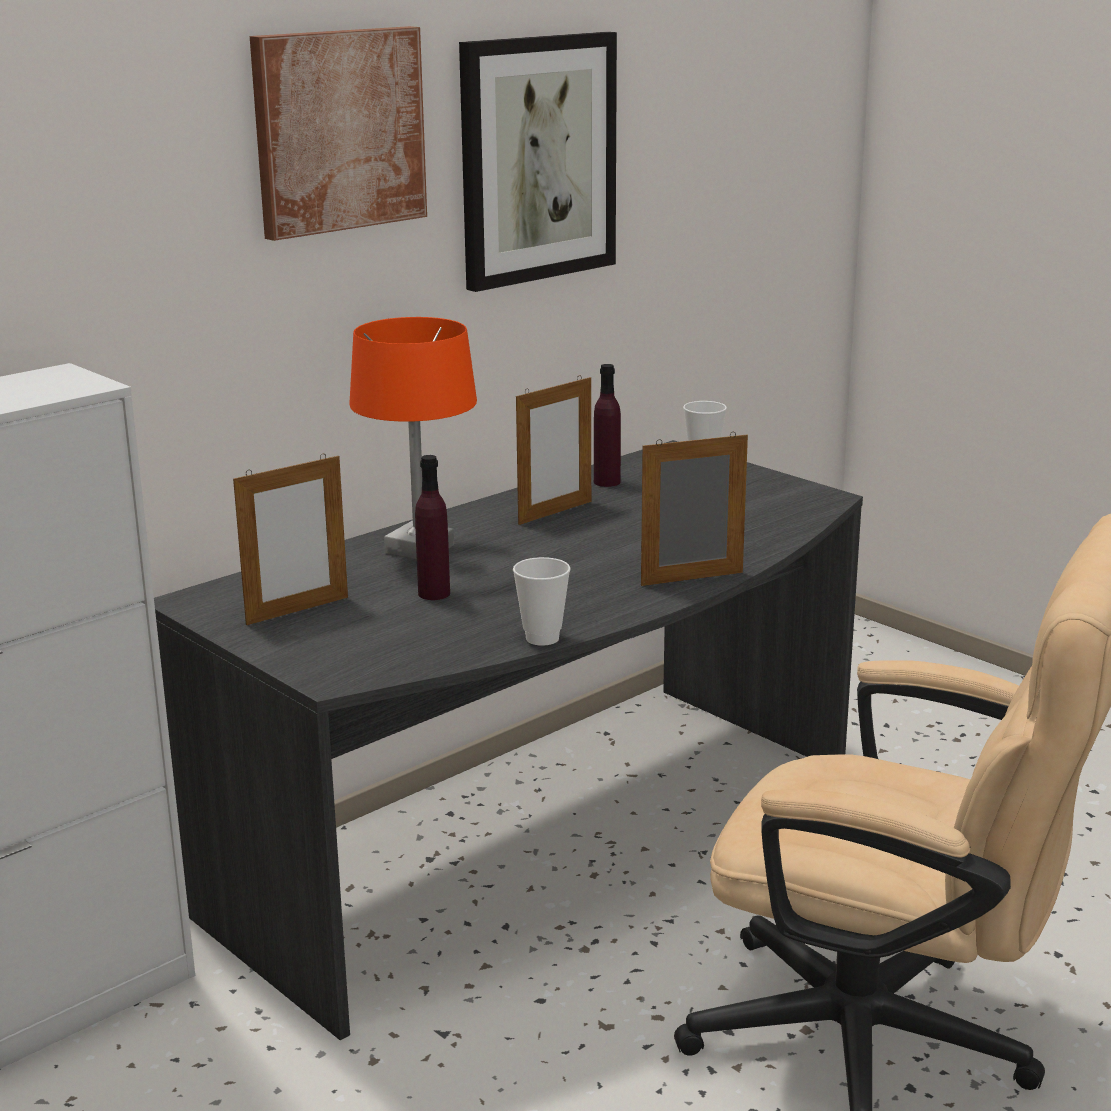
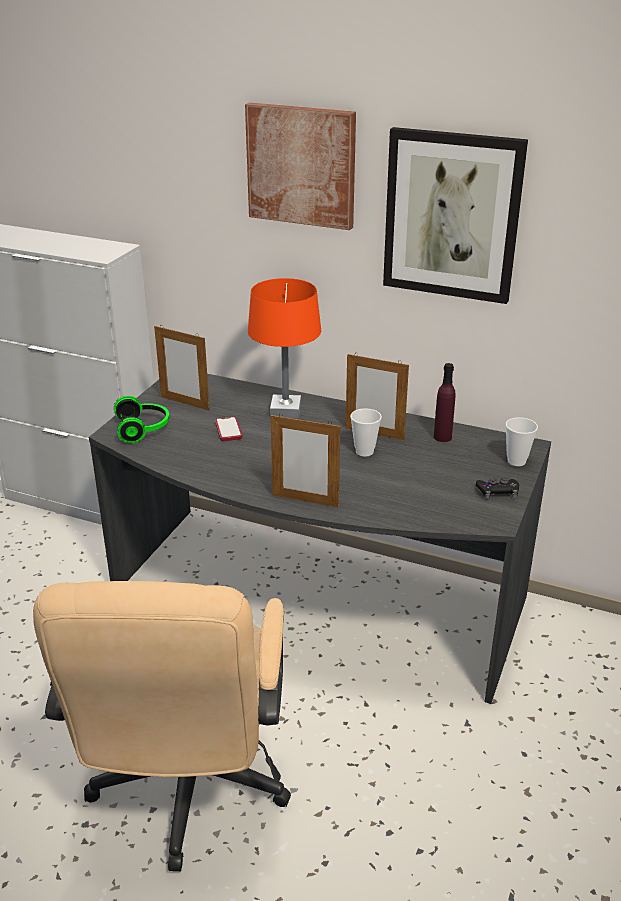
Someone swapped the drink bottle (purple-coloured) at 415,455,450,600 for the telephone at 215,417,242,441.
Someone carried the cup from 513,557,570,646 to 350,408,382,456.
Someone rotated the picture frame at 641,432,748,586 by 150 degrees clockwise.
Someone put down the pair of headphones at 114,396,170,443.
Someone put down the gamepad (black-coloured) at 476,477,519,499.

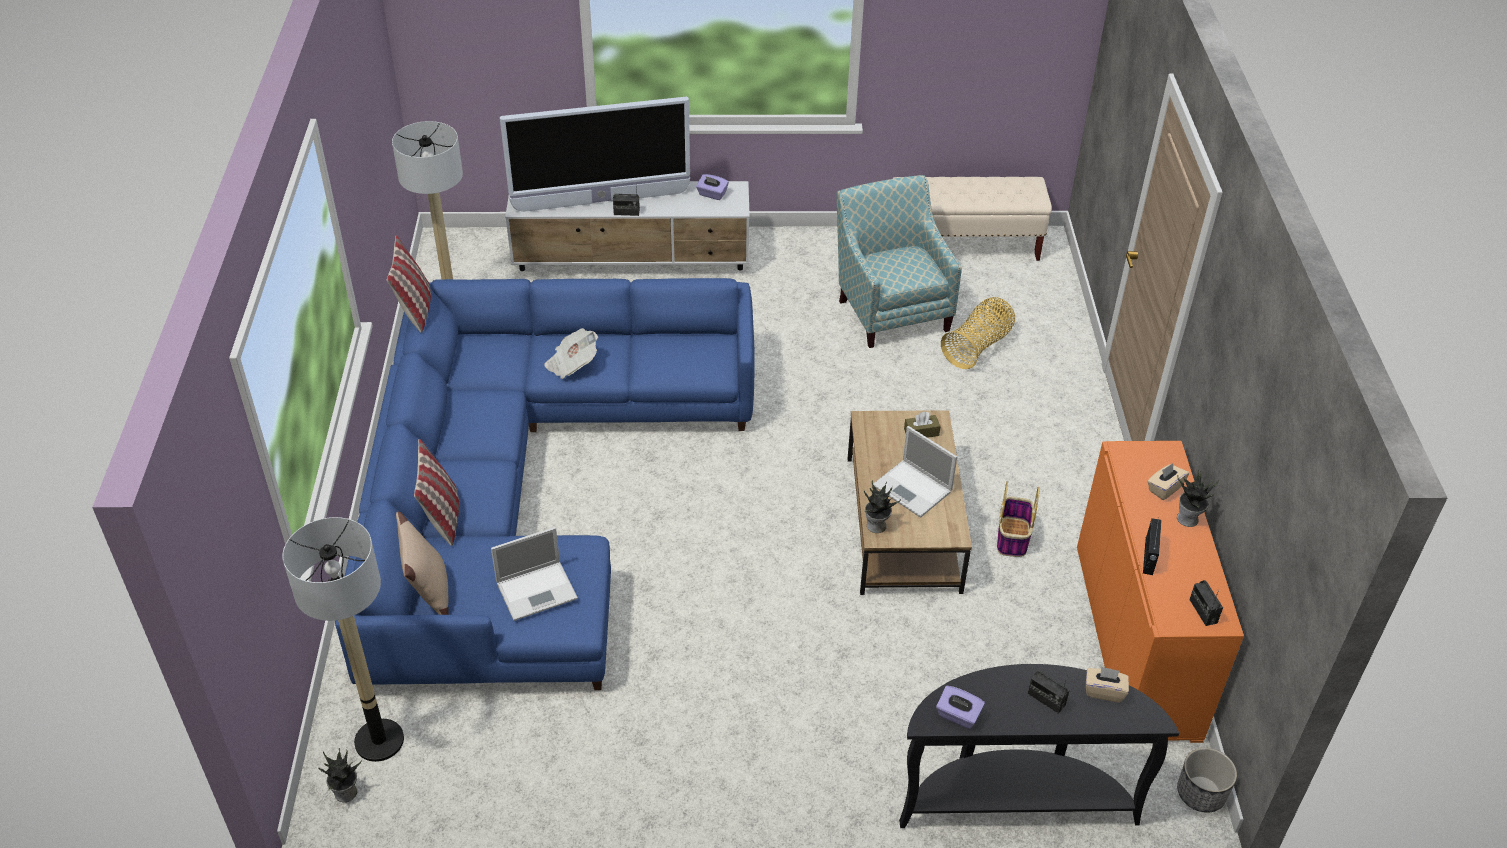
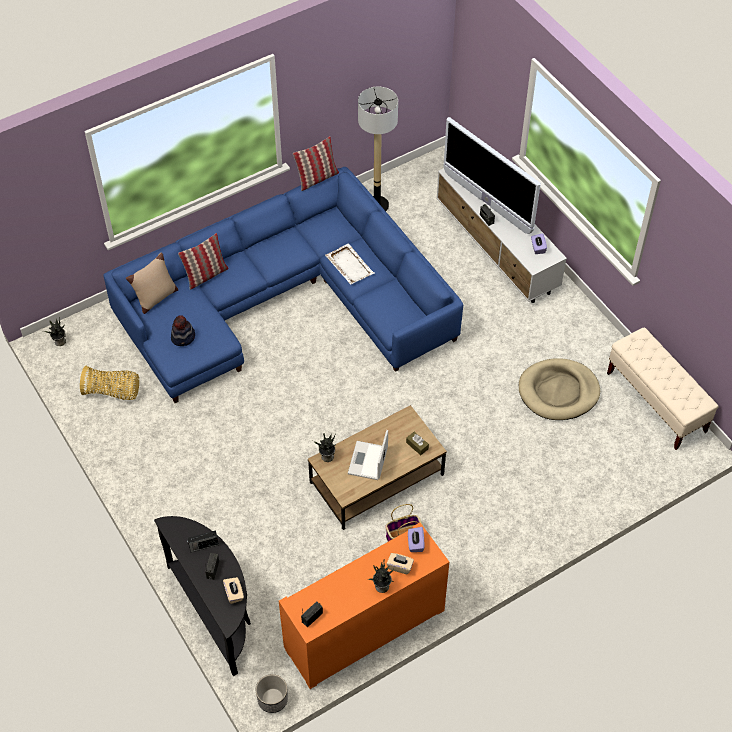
Someone took away the standard lamp at 282,517,404,762.
Someone swapped the notebook computer at 491,527,578,621 for the clothing hat at 171,315,195,346.
Someone swapped the daily paper at 544,328,598,379 for the tray (white) at 325,243,374,285.
Someone swapped the armchair at 836,175,962,348 for the pet bed (beige) at 519,358,600,420.
Someone carried the tissue holder (purple-coloured) from 936,686,985,729 to 408,527,425,552.
Someone carried the household basket from 941,297,1015,369 to 80,366,139,400.
Someone carried the radio from 1143,517,1162,575 to 187,530,219,552.

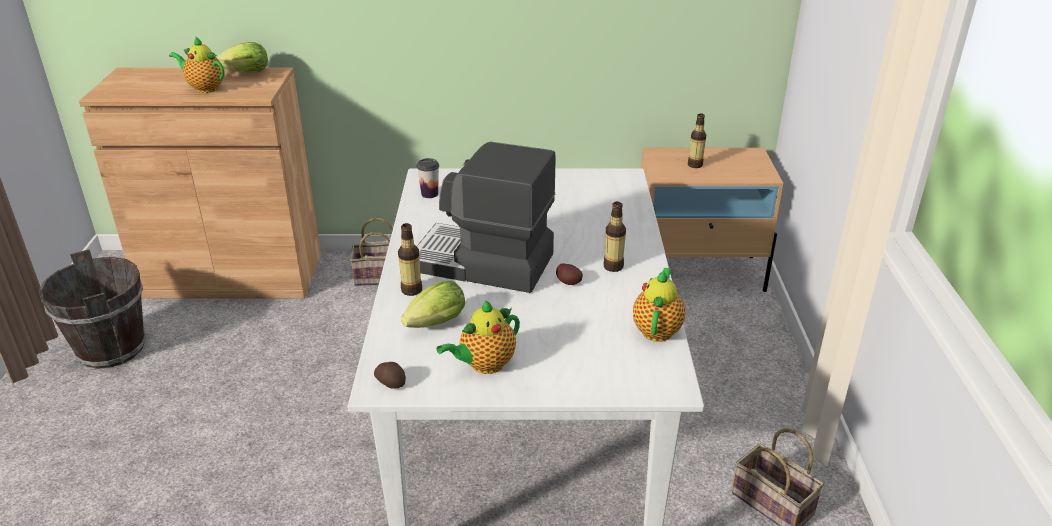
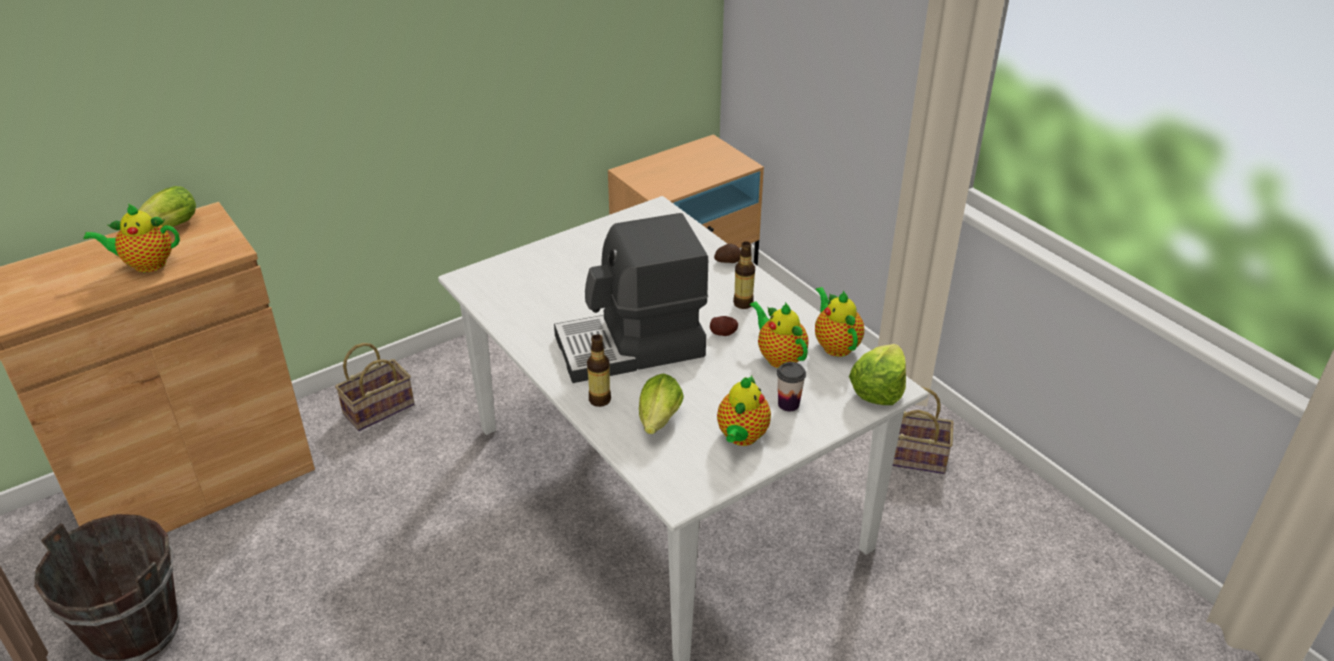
Someone carried the whole potato from 374,362,406,389 to 714,244,741,263.
Someone carried the cup from 417,158,439,198 to 777,362,806,411.
Someone took away the drink bottle at 688,113,706,168.
Someone put down the tea pot at 750,301,809,368.
Someone put down the head of lettuce at 849,344,906,405.

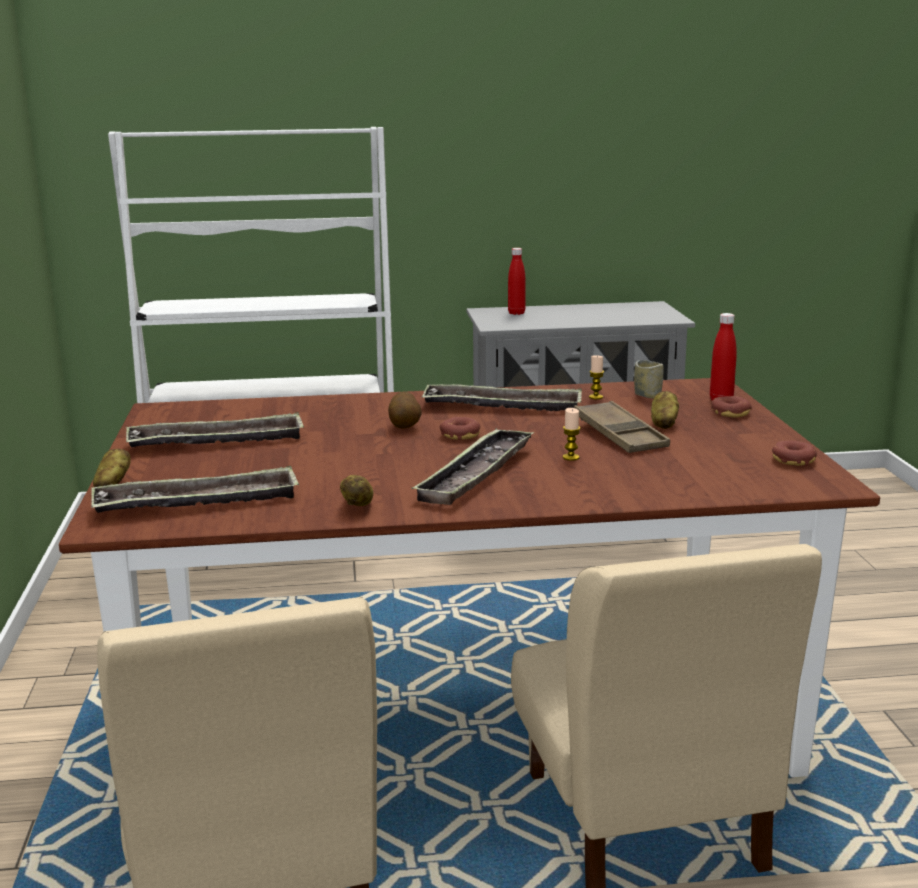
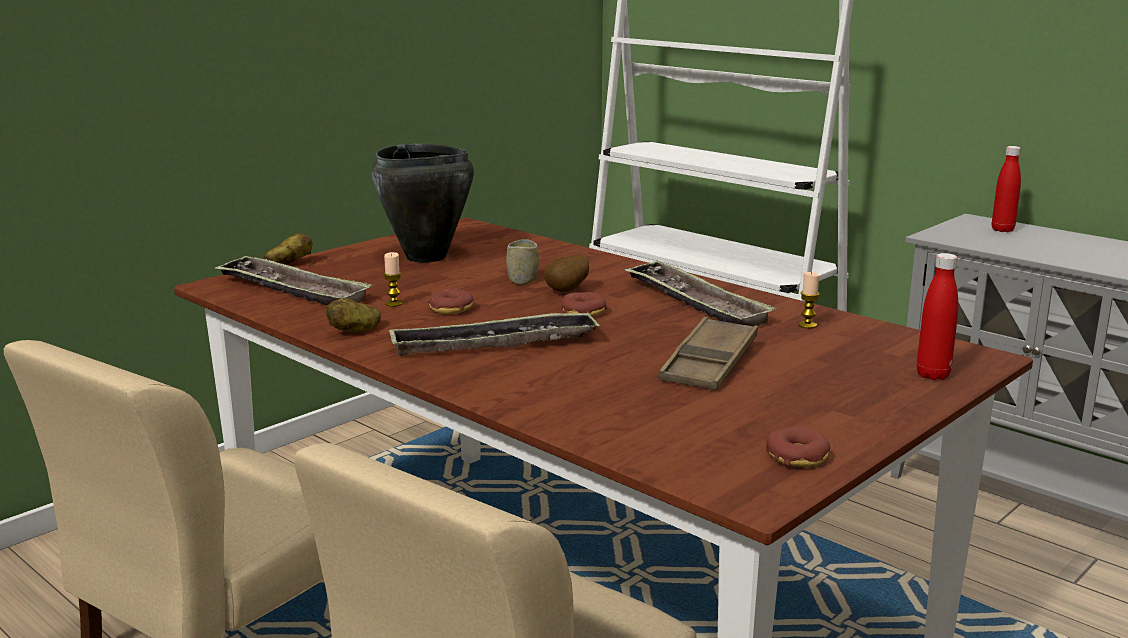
Someone swapped the tray at 126,412,304,447 for the stockpot (black-coloured) at 371,144,474,263.
Someone carried the wax candle from 563,408,580,461 to 383,252,403,307.
Someone carried the cup from 634,360,663,399 to 506,239,539,285.
Someone took away the whole potato at 651,391,679,429.
Someone carried the ring doughnut from 711,396,752,418 to 428,288,473,314.

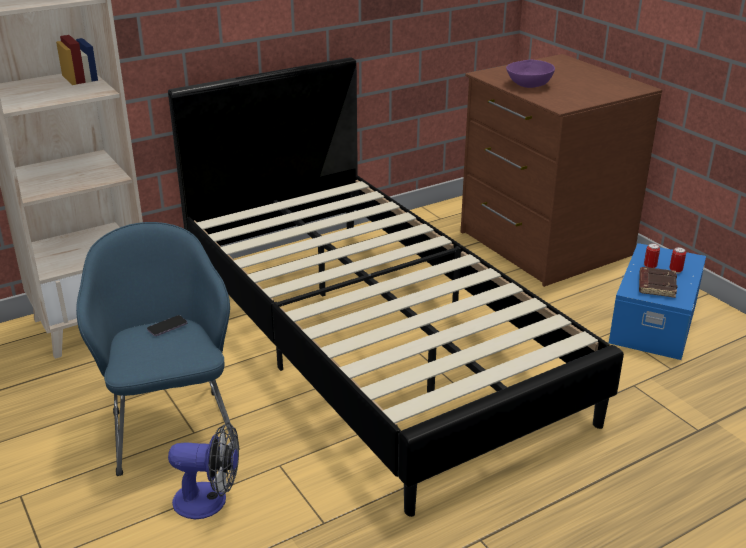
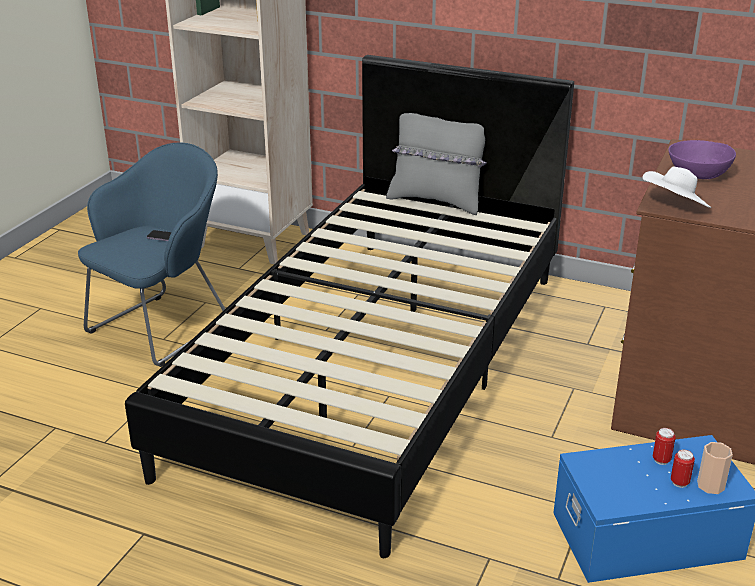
Someone took away the fan at 168,422,239,519.
Someone took away the bound book (brown) at 639,267,678,298.
Someone put down the cushion (grey) at 386,113,487,215.
Someone put down the clothing hat (white) at 643,167,711,208.
Someone put down the cup at 697,442,733,494.

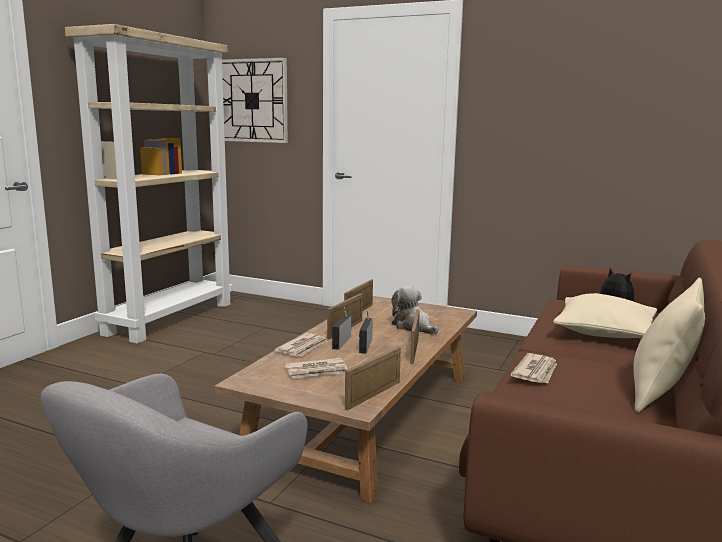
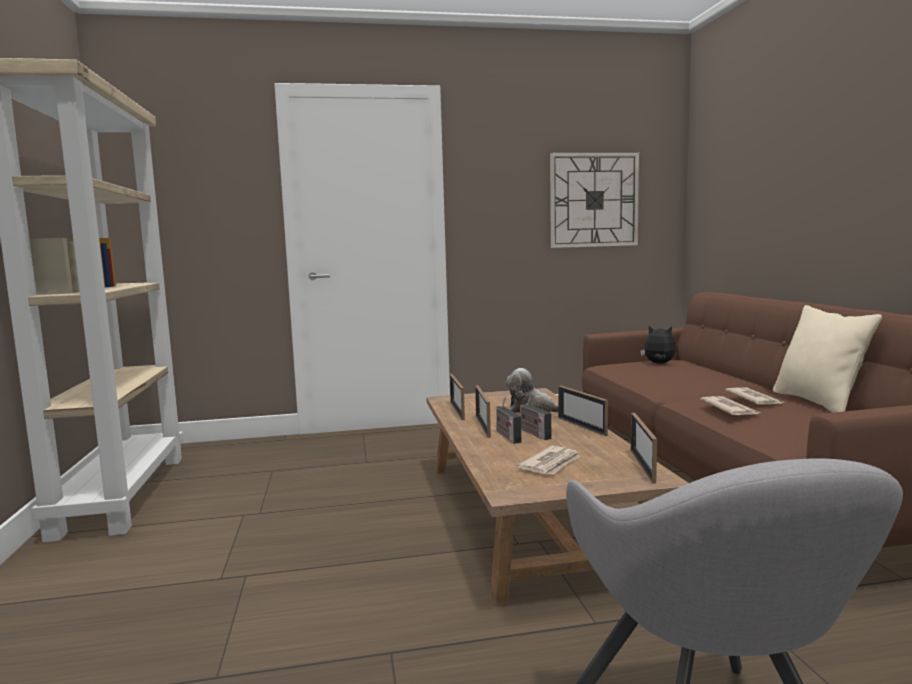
Someone carried the wall clock from 222,58,288,143 to 550,153,639,248.
Someone carried the daily paper from 275,333,327,356 to 725,387,783,405.
Someone took away the cushion (beige) at 553,294,657,338.

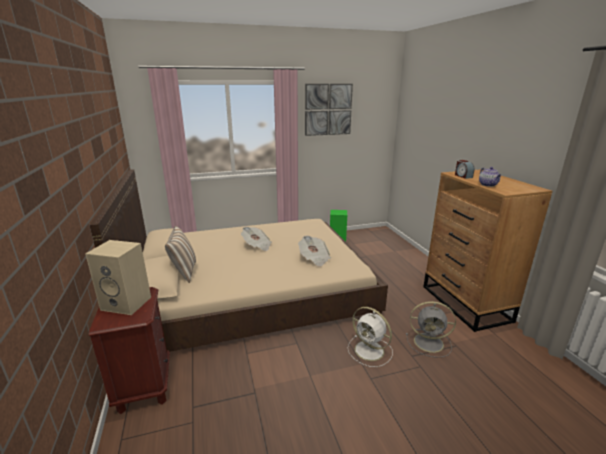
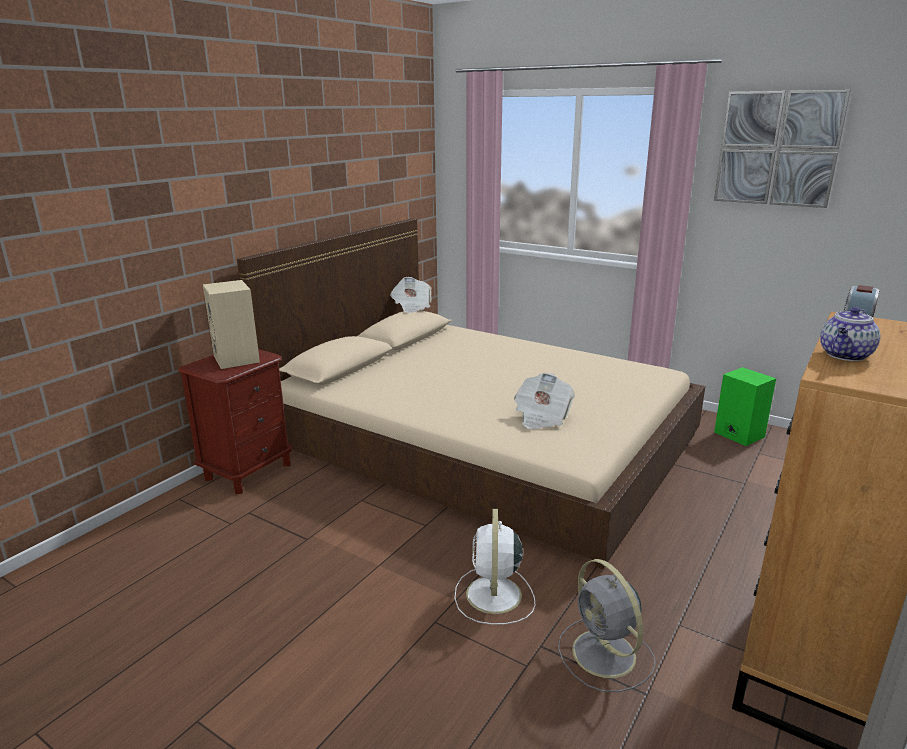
Someone took away the cushion at 165,226,196,283.
Someone carried the daily paper from 241,227,272,251 to 390,277,431,313.

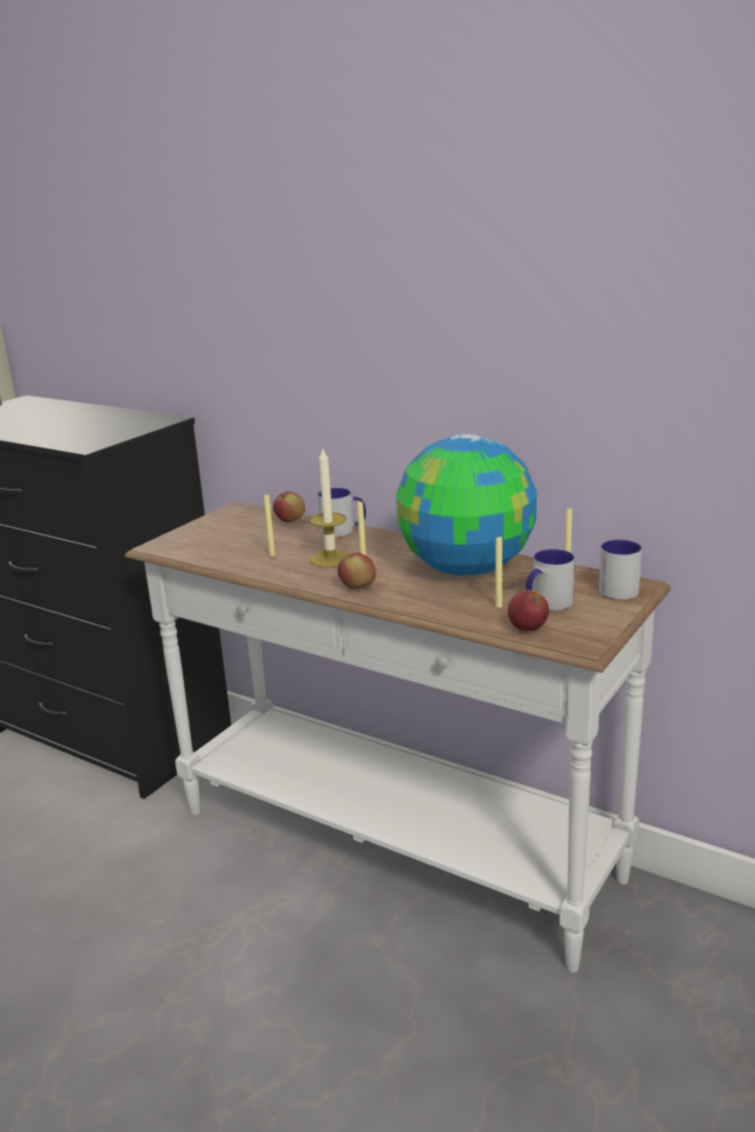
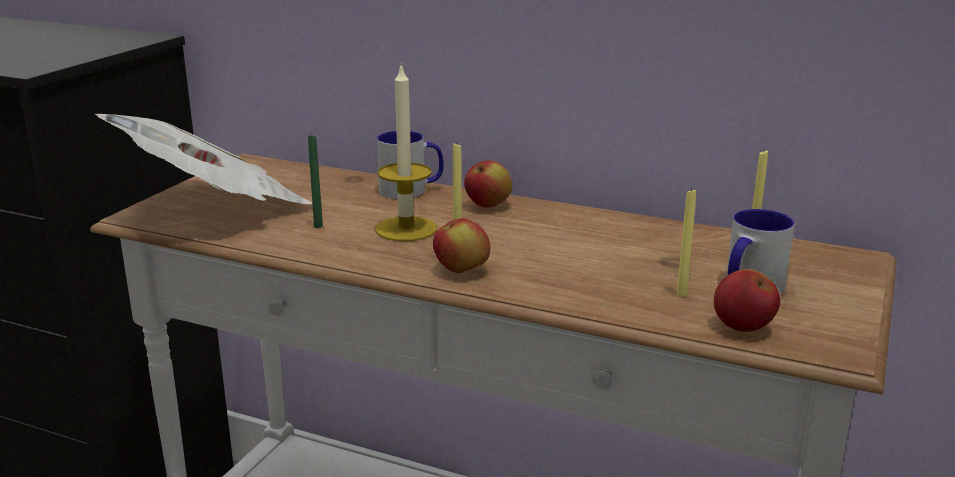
Someone repainted the wax candle (yellow) at 264,494,275,557, which became the wax candle (green-coloured) at 308,135,323,228.
Someone carried the apple from 273,491,305,523 to 464,160,512,208.
Someone took away the world globe at 396,434,537,575.
Someone took away the mug at 599,540,642,600.
Someone put down the daily paper at 95,114,312,204.

